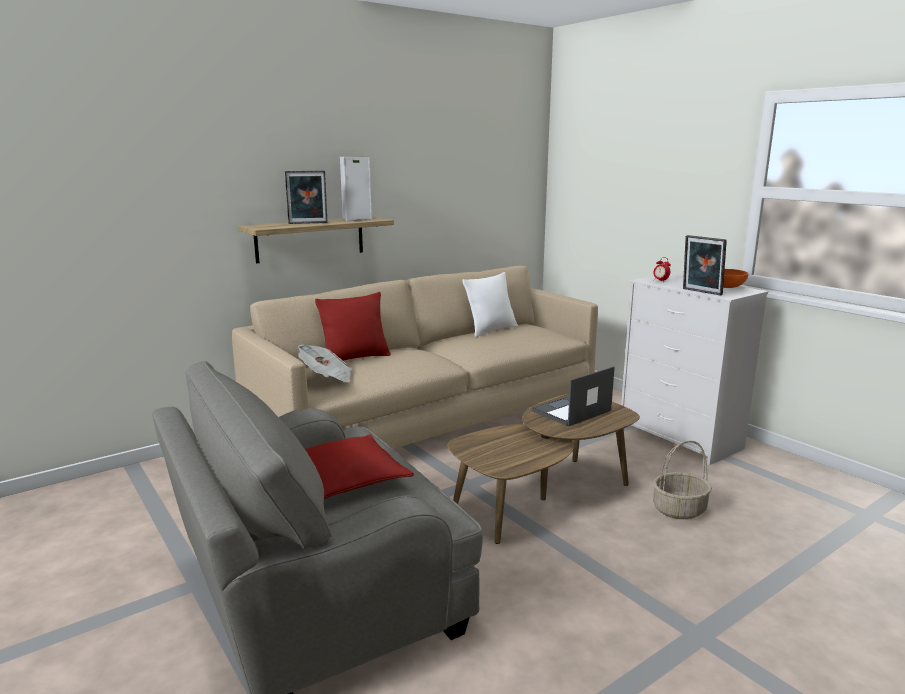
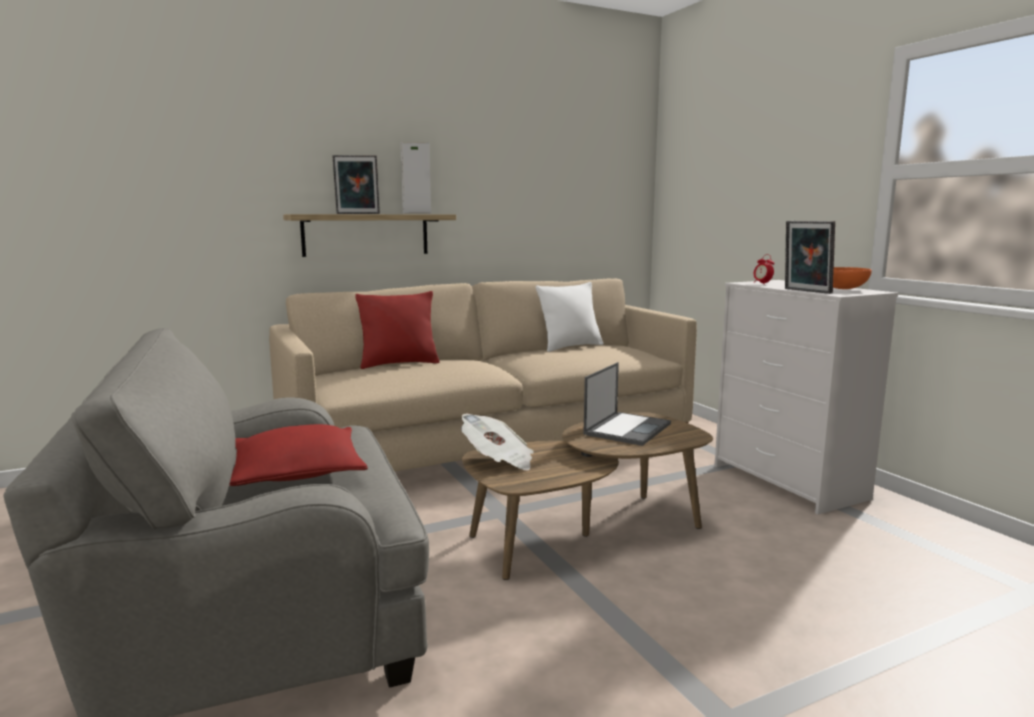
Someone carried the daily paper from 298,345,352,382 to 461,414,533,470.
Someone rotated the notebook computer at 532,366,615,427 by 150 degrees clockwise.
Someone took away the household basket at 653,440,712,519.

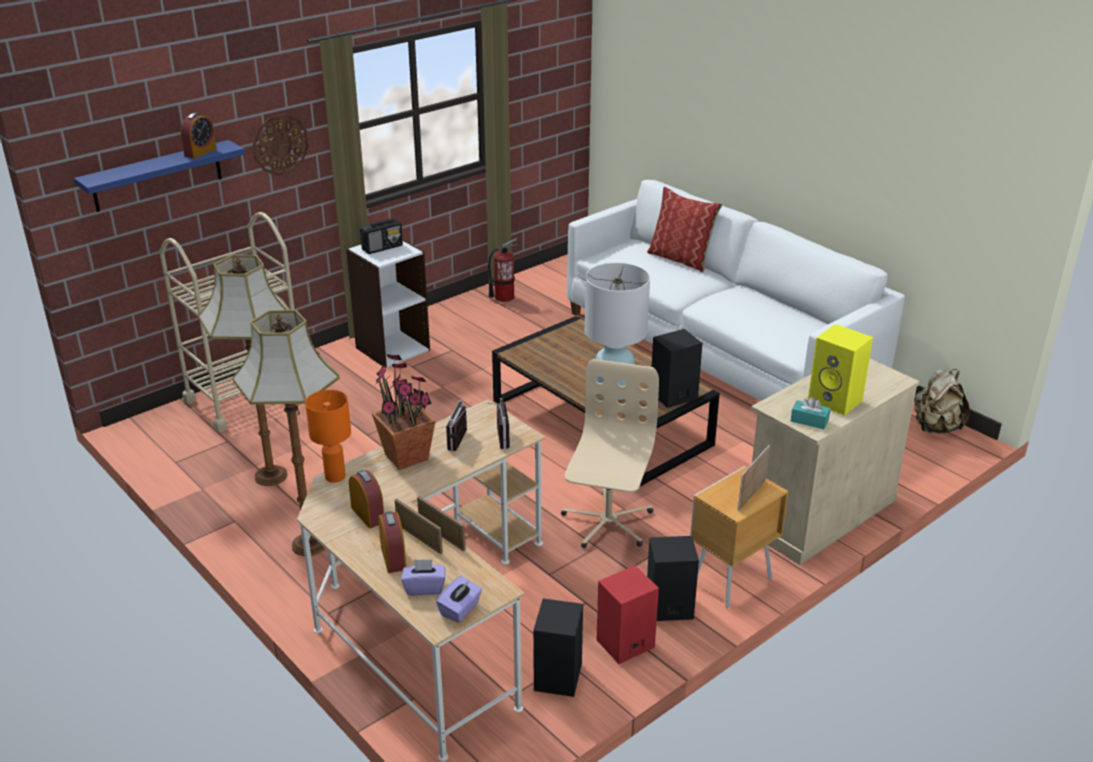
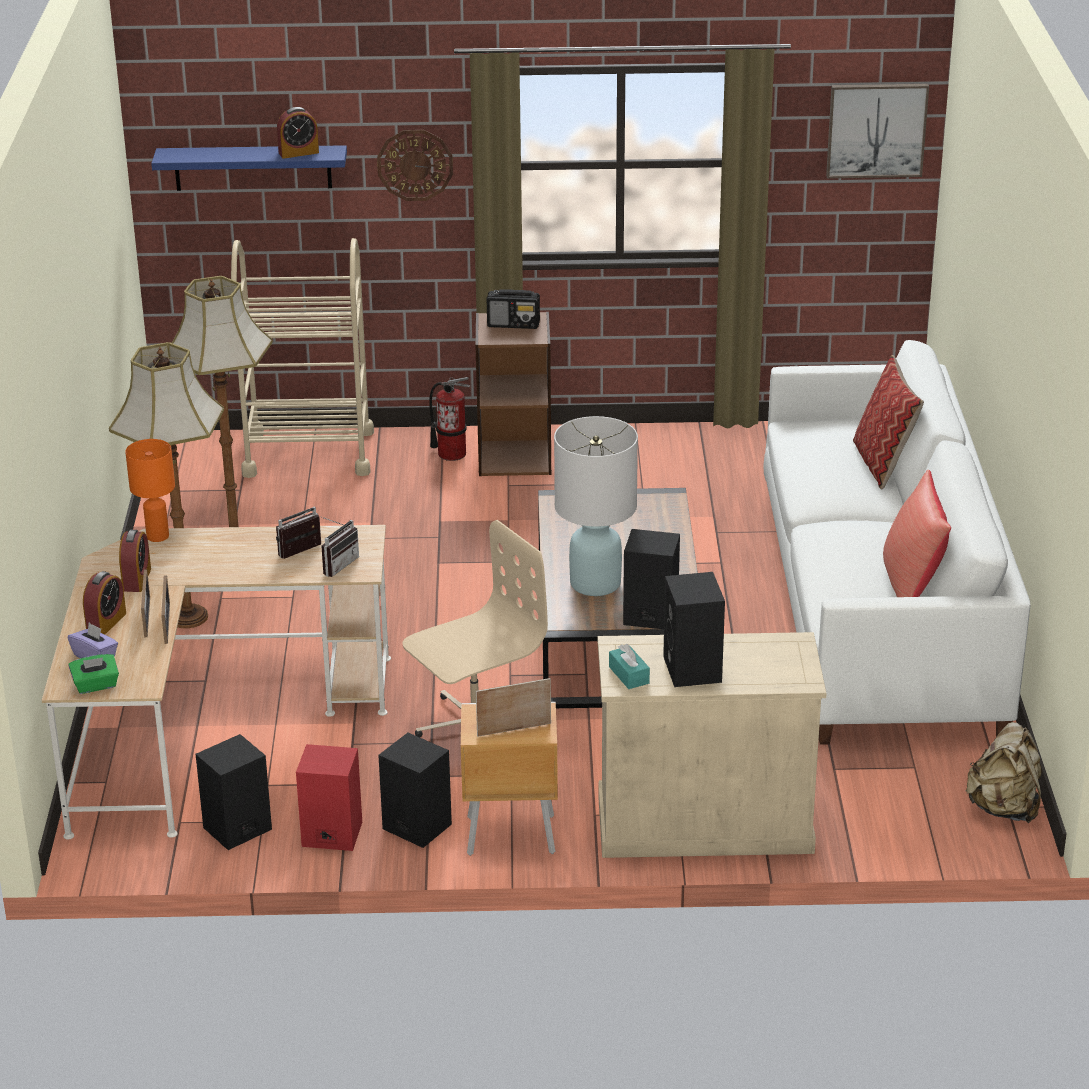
Someone repainted the bookcase (white) at 346,239,430,368, which became the bookcase (brown) at 475,312,552,476.
Someone took away the plant in a pot at 372,354,436,470.
Someone repainted the tissue holder (purple-coloured) at 436,576,482,623, which became the tissue holder (green-coloured) at 69,654,119,694.
Someone carried the fire-fighting cylinder from 488,238,517,302 to 429,377,470,461.
Someone repainted the audio speaker (yellow) at 808,324,873,416, which became the audio speaker (black-coloured) at 663,572,725,687.
Someone put up the wall picture at 826,84,929,178.
Someone put down the cushion (red-coloured) at 883,470,951,597.

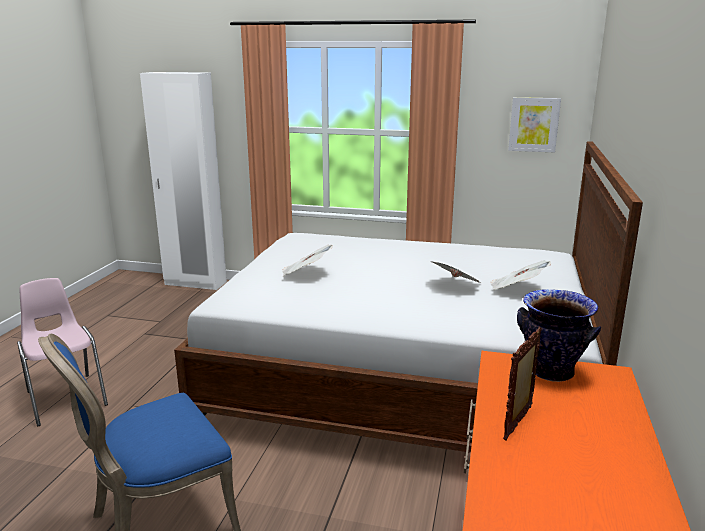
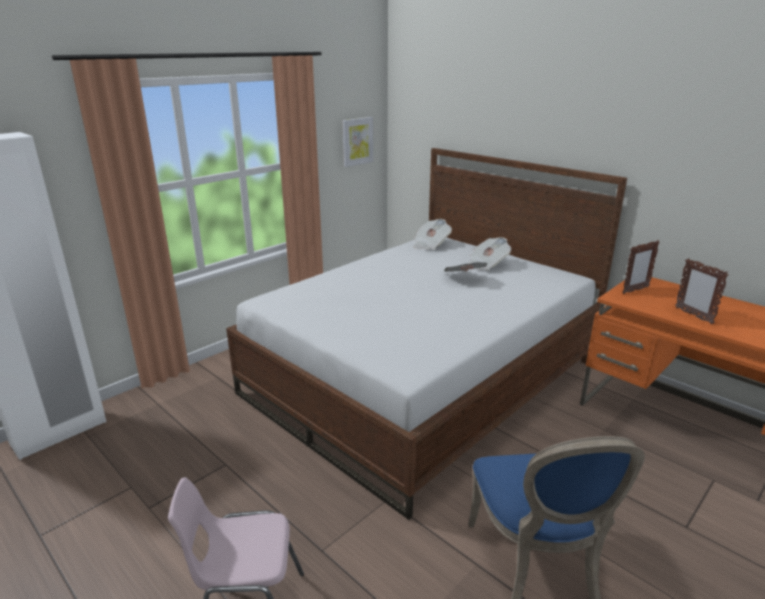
Someone carried the daily paper from 282,244,333,276 to 413,219,452,250.
Someone swapped the decorative vase at 517,289,601,382 for the picture frame at 623,240,660,294.

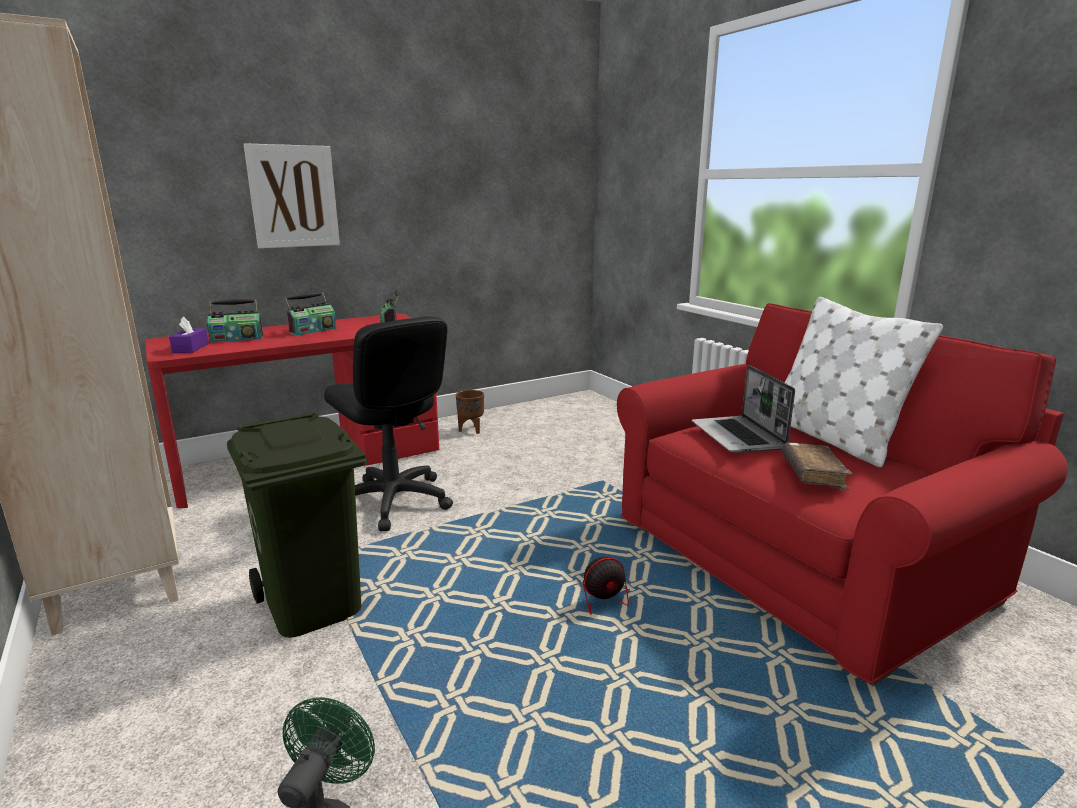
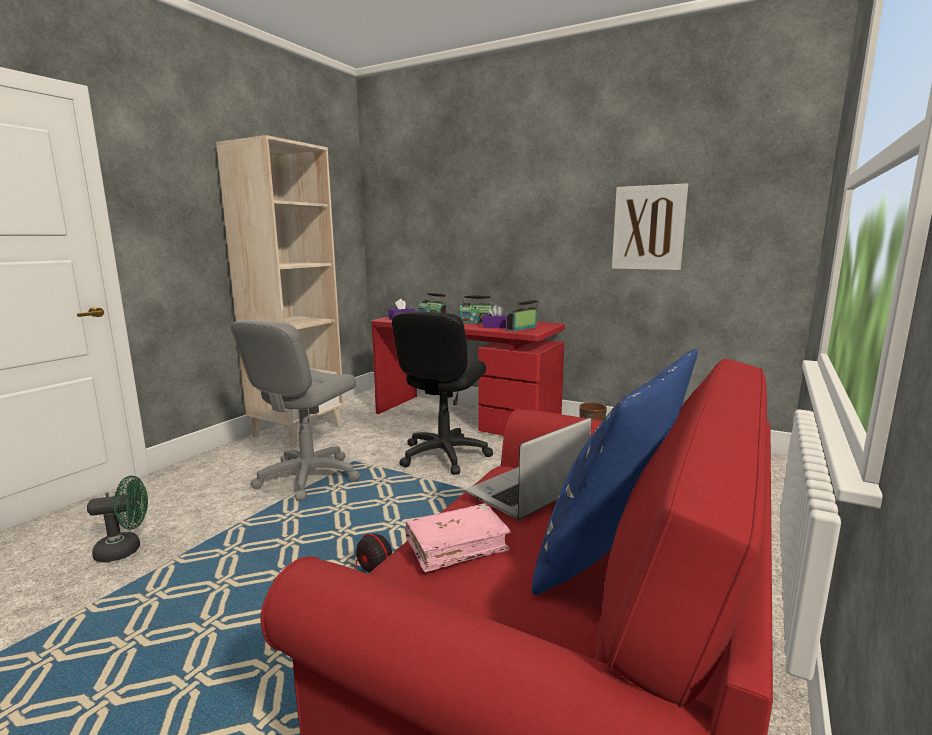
Someone swapped the trash can (green-coloured) at 227,413,367,638 for the office chair (grey) at 231,320,360,501.
Someone carried the wall picture from 244,143,340,249 to 612,183,688,270.
Someone repainted the bound book (brown) at 782,442,852,490, which became the bound book (pink) at 406,503,511,572.
Someone repainted the cushion (white) at 784,297,943,468, which became the cushion (blue) at 532,349,698,595.
Someone put down the tissue holder (purple-coloured) at 482,305,507,328.

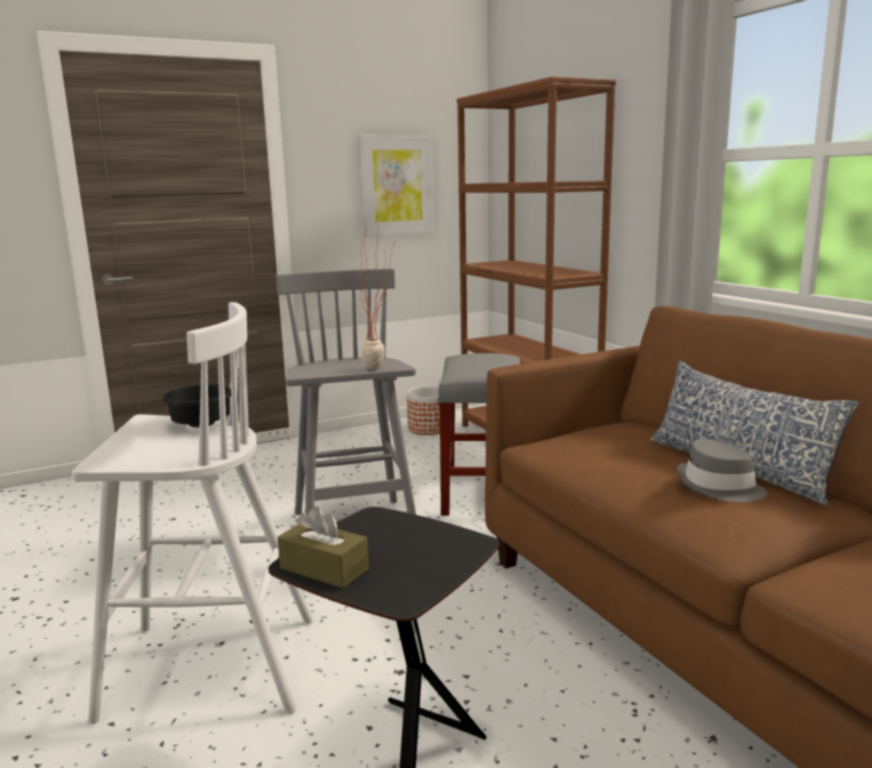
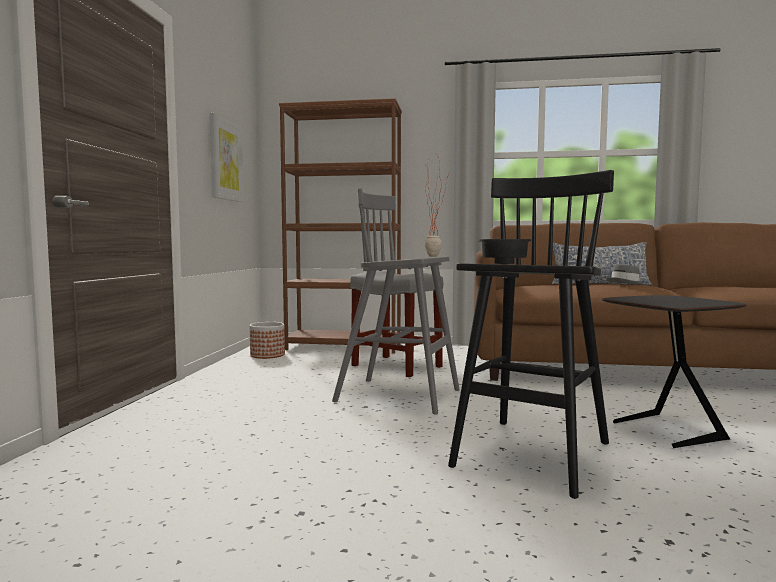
Someone repainted the sitting stool (white) at 72,302,313,724, which became the sitting stool (black-coloured) at 448,170,614,499.
Someone took away the tissue holder (brown) at 277,506,369,588.

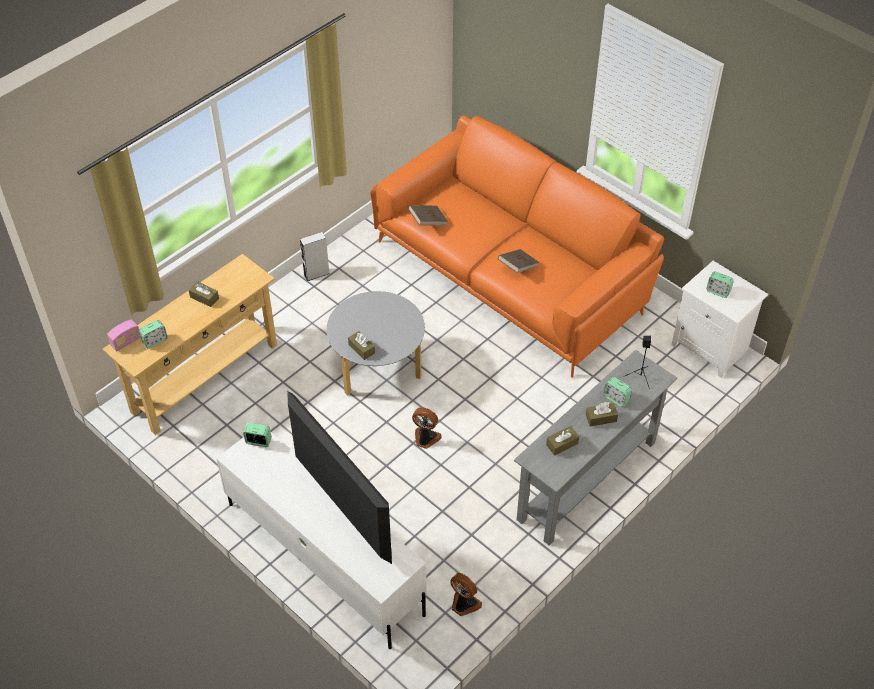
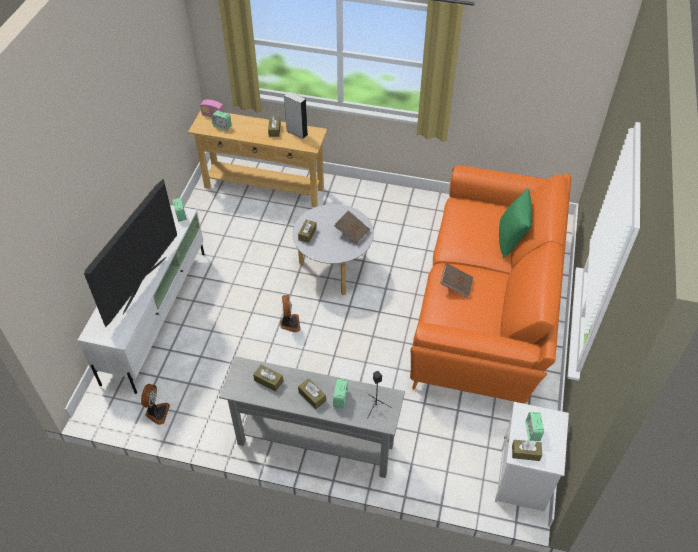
Someone carried the audio speaker (grey) from 300,232,330,281 to 284,92,308,139.
Someone carried the bound book (brown) from 408,205,448,226 to 334,210,370,245.
Someone put down the cushion (green-coloured) at 499,188,532,259.
Someone put down the tissue holder (brown) at 512,440,542,461.

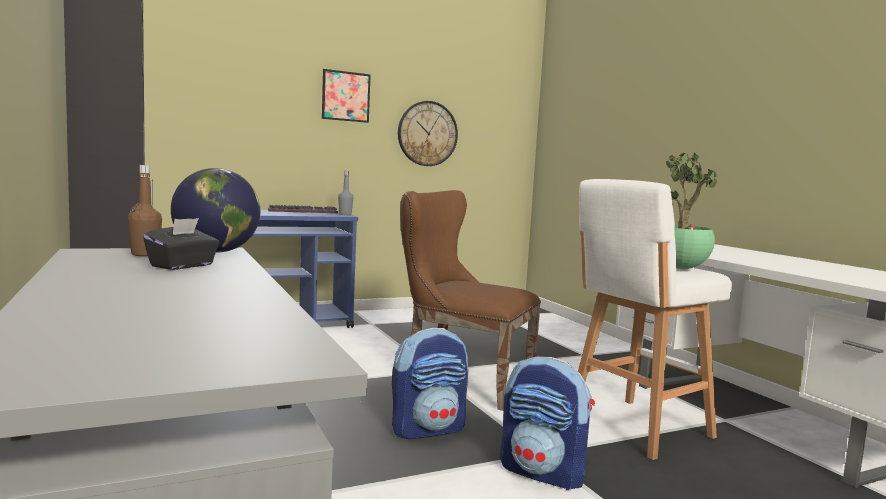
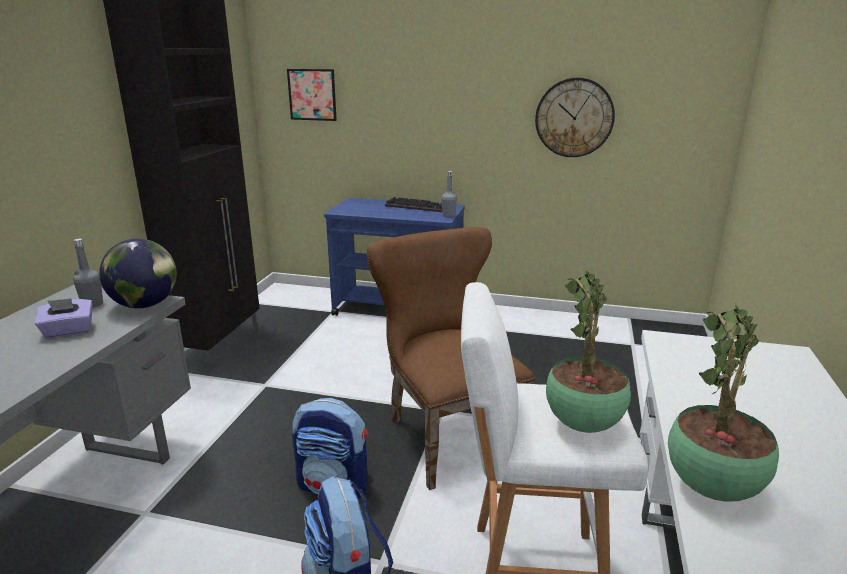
Someone repainted the drink bottle (brown) at 128,165,162,256, which became the drink bottle (grey) at 73,239,103,308.
Someone repainted the tissue holder (black-coloured) at 143,218,219,270, which became the tissue holder (purple-coloured) at 35,298,92,338.
Someone carried the wall picture from 322,69,371,123 to 287,69,337,121.
Someone put down the plant in a pot at 668,303,779,502.

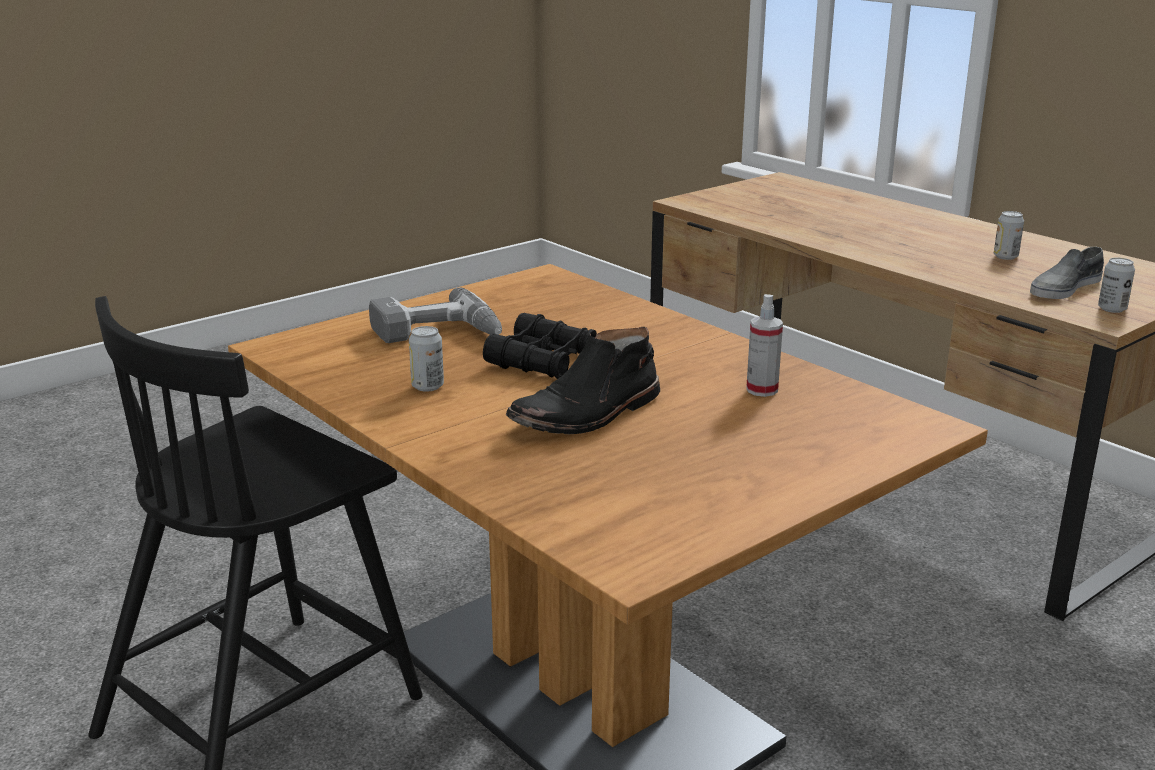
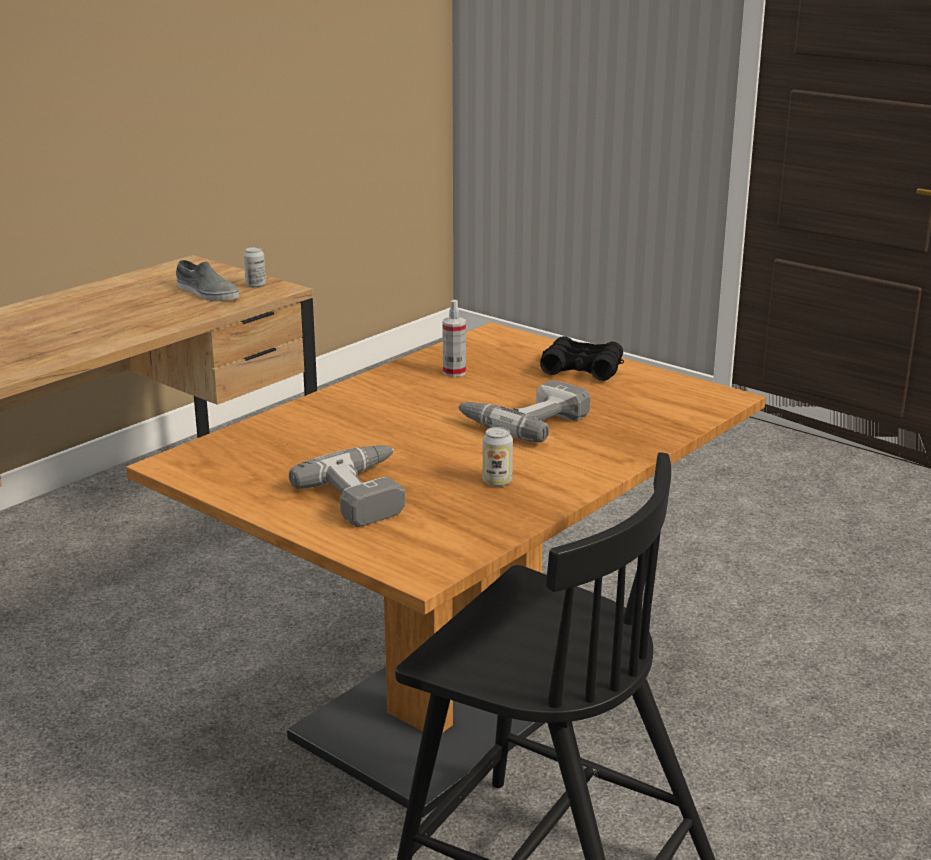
Someone carried the field glasses (black-coloured) from 483,313,597,379 to 540,336,624,381.
Someone swapped the tall boot (black-coloured) at 506,327,660,434 for the electric drill at 458,380,590,442.
Someone took away the can at 994,211,1024,260.

